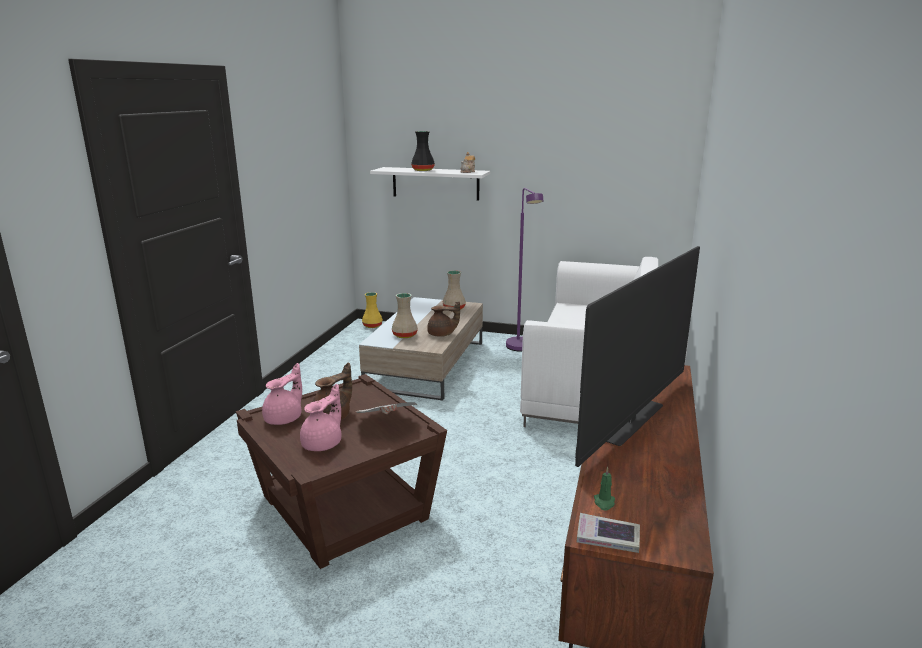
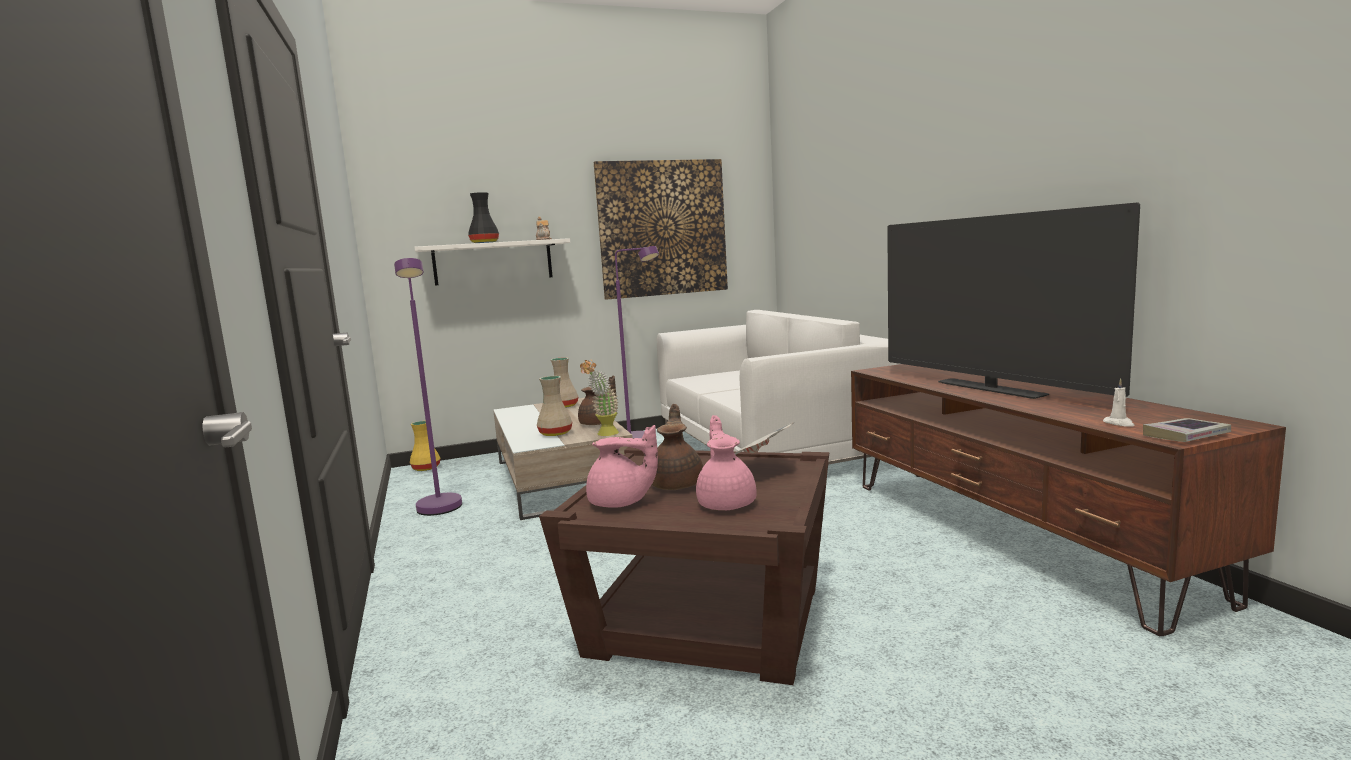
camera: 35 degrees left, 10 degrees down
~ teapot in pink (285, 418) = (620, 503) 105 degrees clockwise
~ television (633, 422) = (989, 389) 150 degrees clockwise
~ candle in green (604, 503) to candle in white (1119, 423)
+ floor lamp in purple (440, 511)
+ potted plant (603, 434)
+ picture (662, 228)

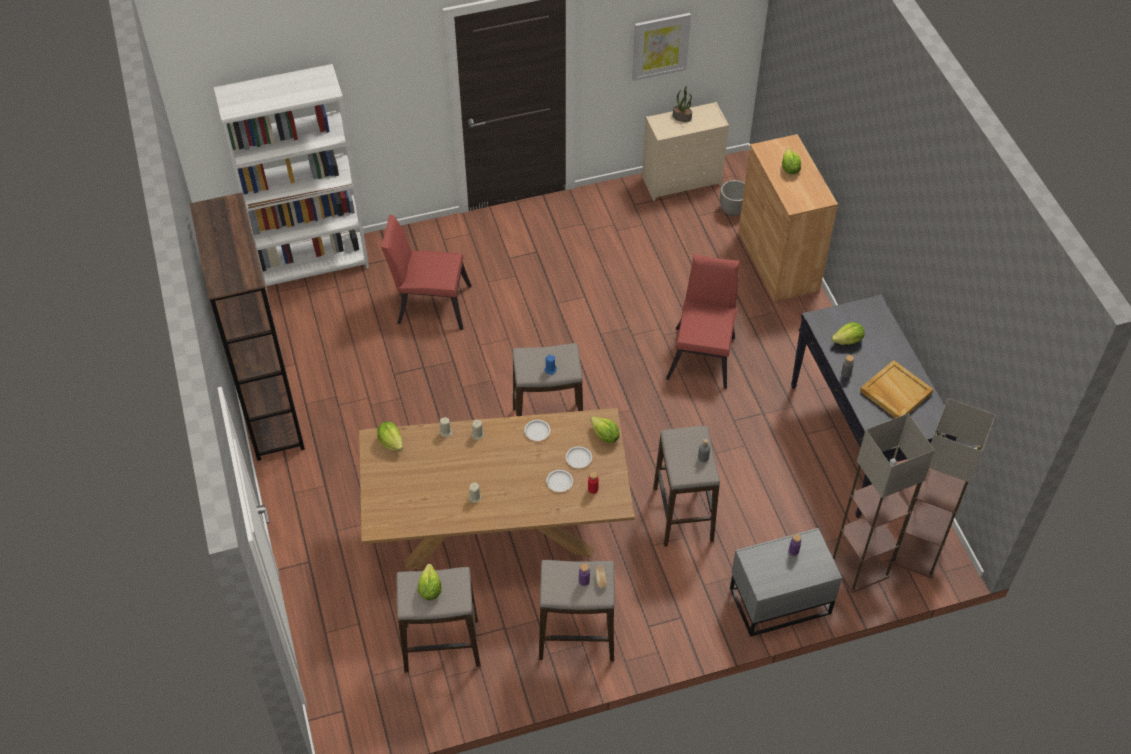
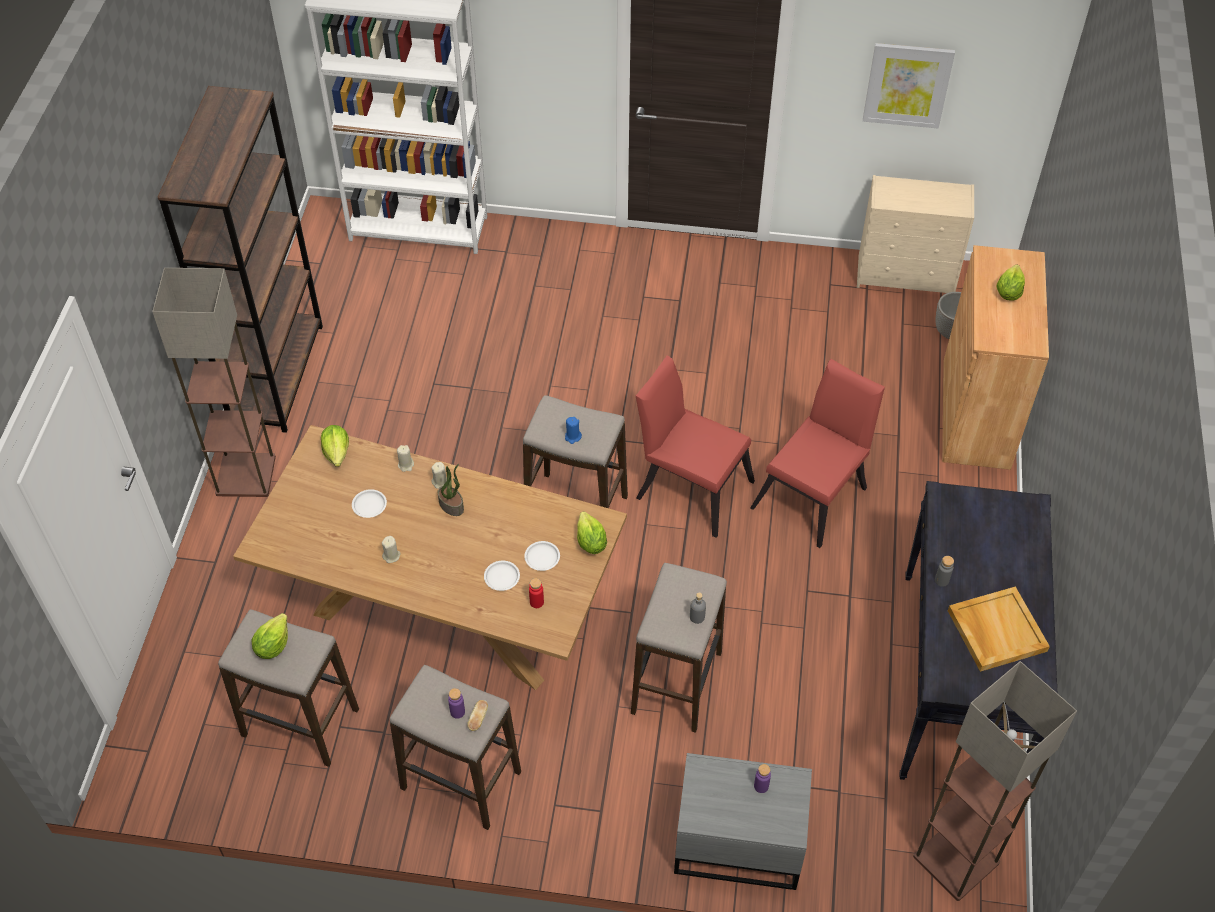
camera: 25 degrees right, 0 degrees up
~ chair in red (429, 303) to (689, 485)
~ plate in white (537, 431) to (369, 505)
~ potted plant (682, 117) to (452, 505)
- lettuce (848, 341)
~ floor lamp (859, 567) to (247, 474)

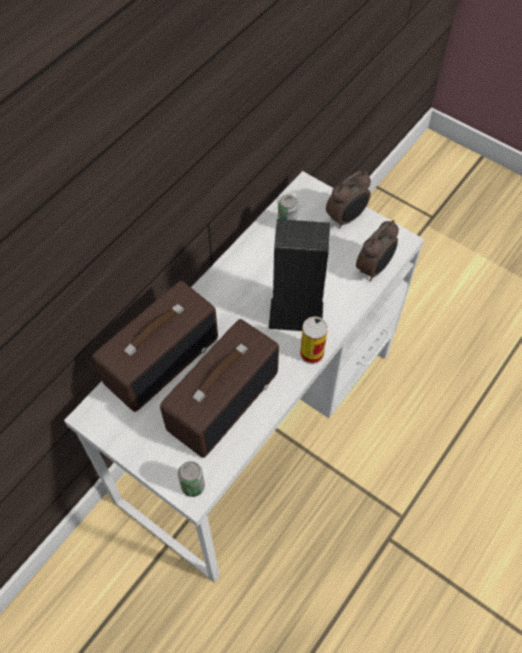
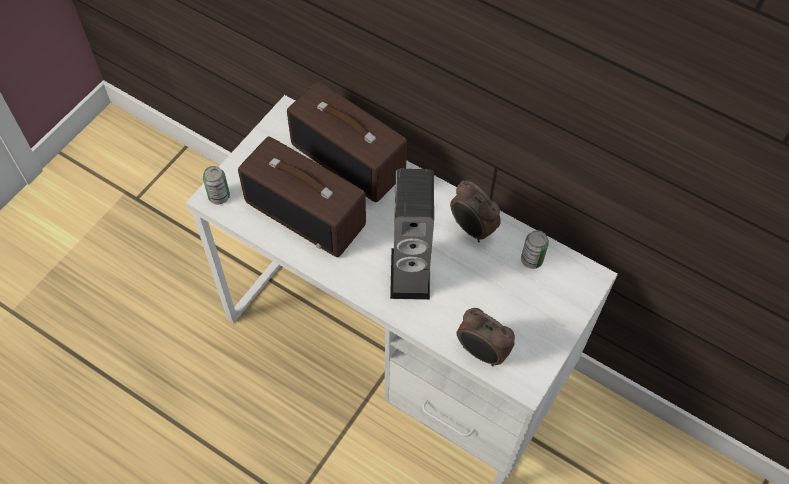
camera: 85 degrees right, 0 degrees up
- can (312, 353)
~ alarm clock (346, 218) to (472, 229)

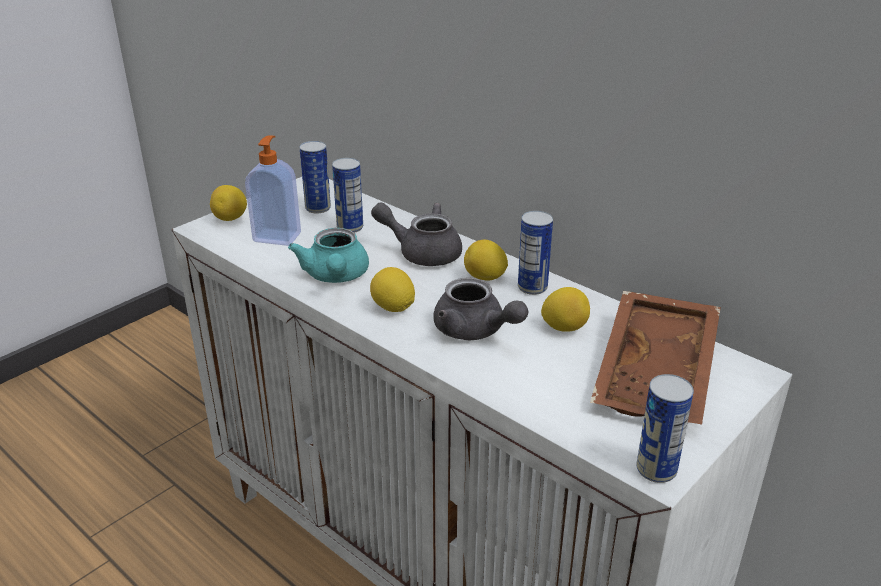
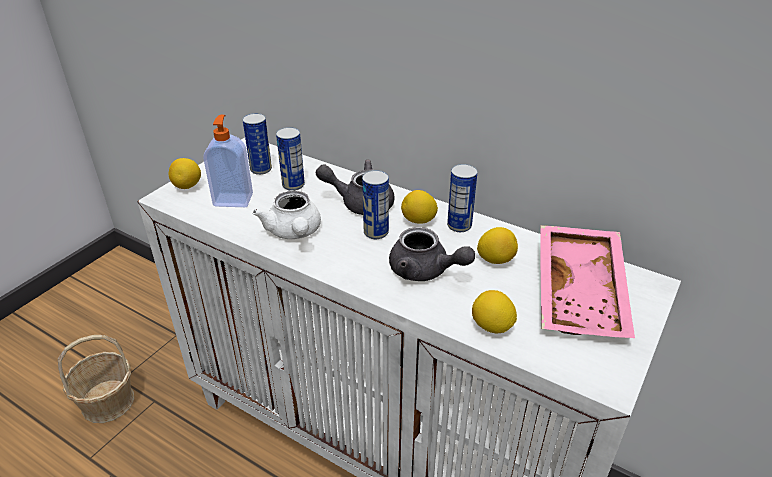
camera: 10 degrees left, 5 degrees up
~ teapot in turquoise (335, 277) to teapot in white (294, 232)
~ lemon (393, 308) to (491, 327)
~ tray in brown (659, 374) to tray in pink (582, 293)
~ can (656, 469) to (376, 232)
+ basket (107, 402)

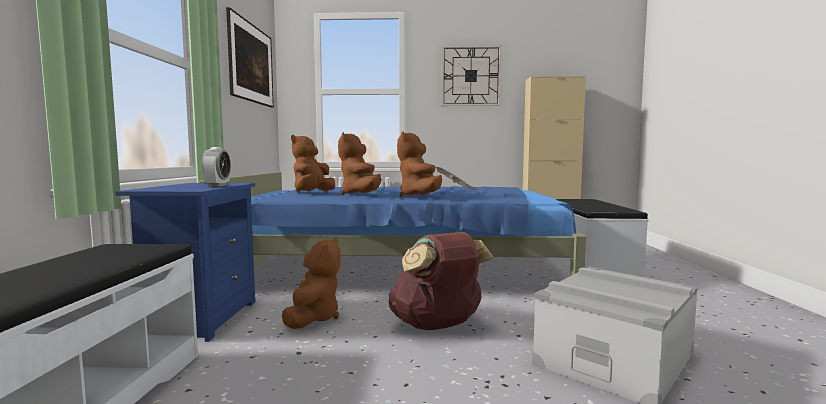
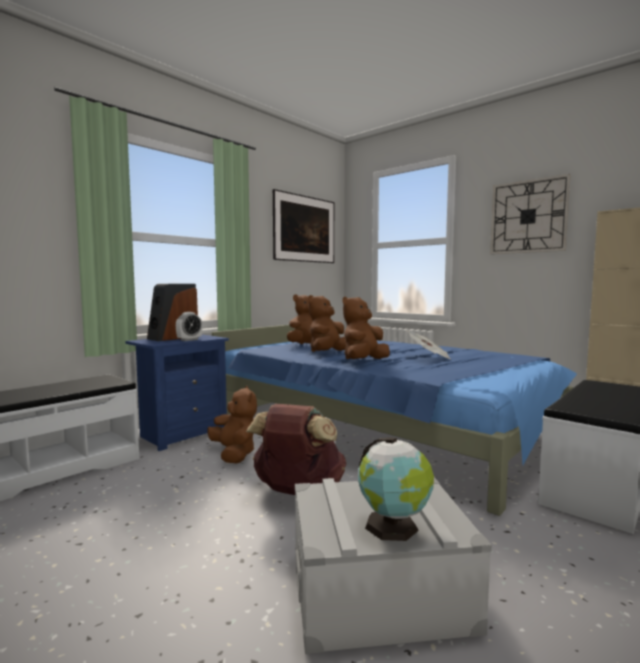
camera: 40 degrees right, 0 degrees up
~ plush toy in brown (313, 318) = (234, 454) 75 degrees counterclockwise
+ speaker (173, 338)
+ globe (394, 527)

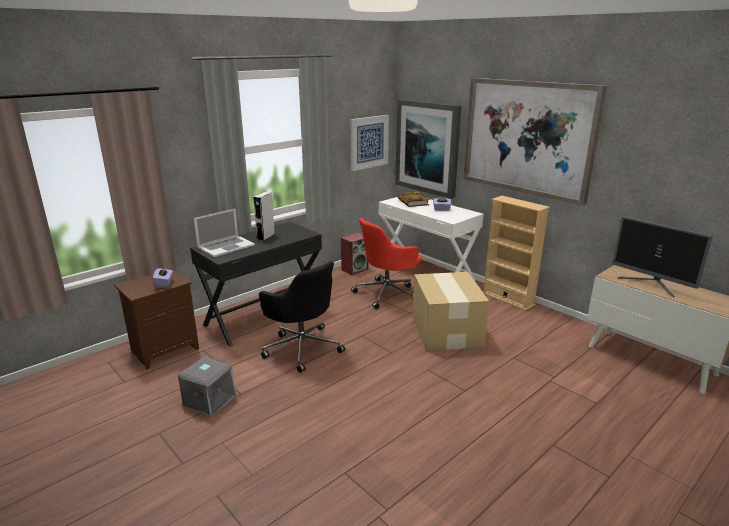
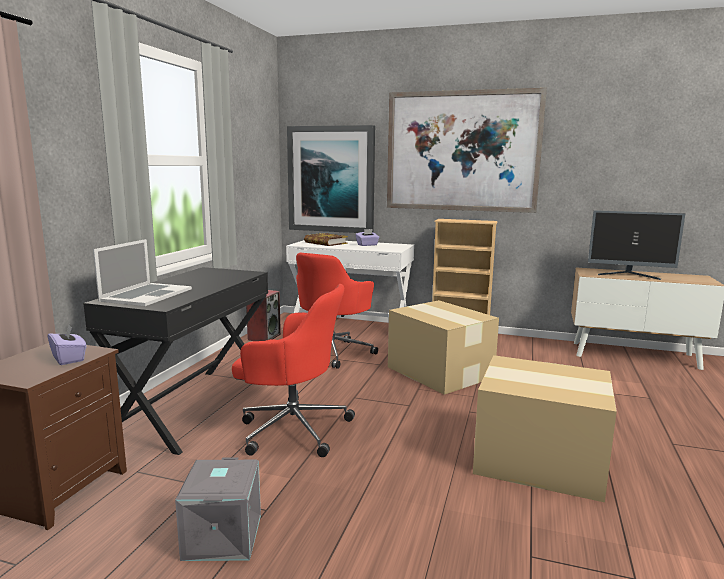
camera: 30 degrees left, 10 degrees down
- speaker in grey (265, 236)
~ office chair in black (302, 347) to office chair in red (292, 428)
- picture (369, 142)
+ cardboard box (537, 459)

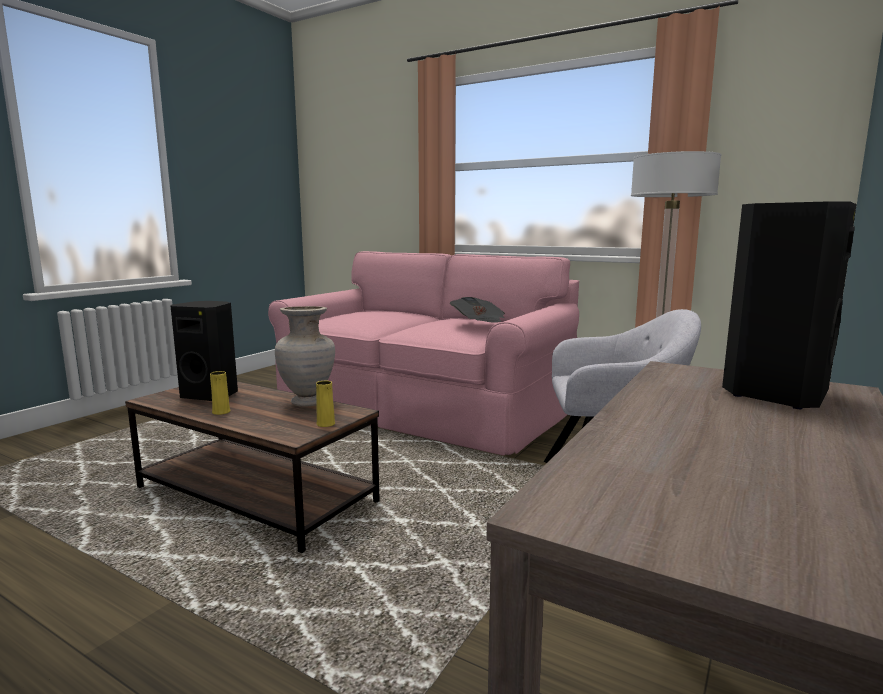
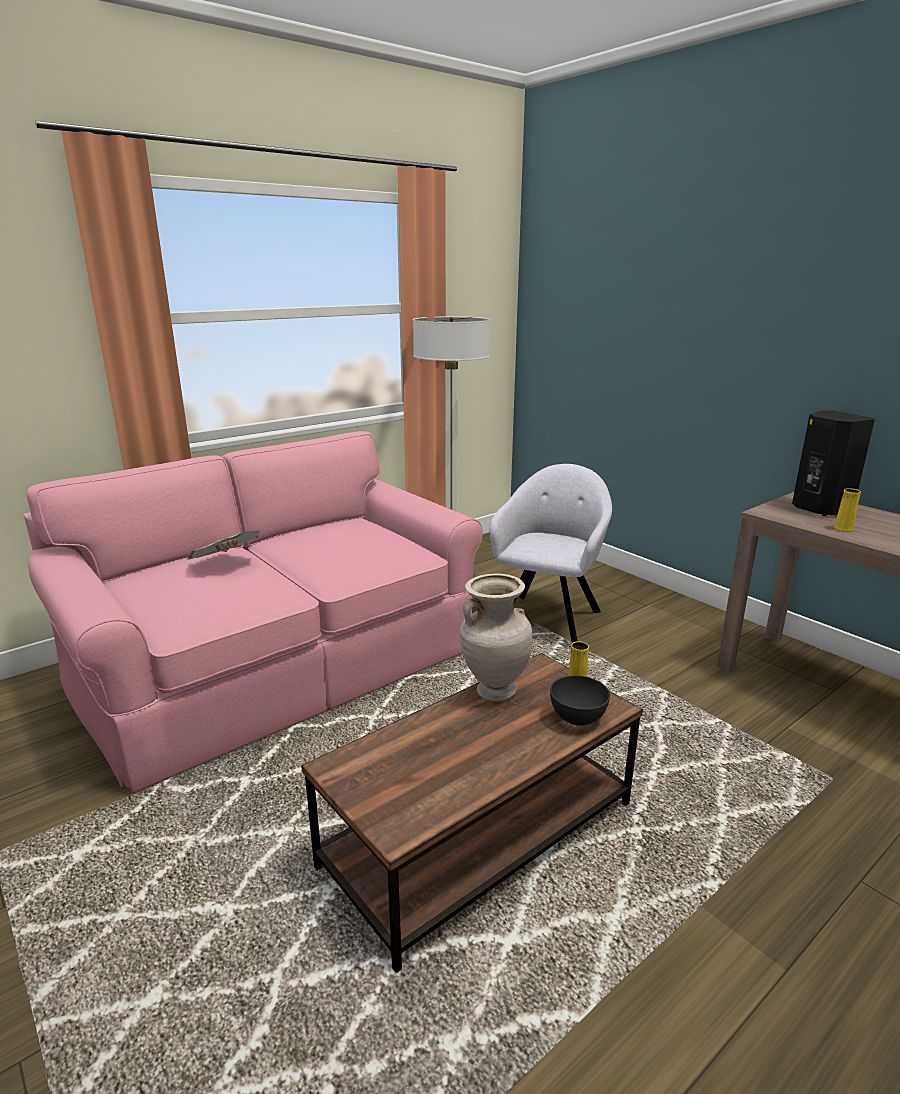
camera: 70 degrees left, 10 degrees up
- speaker in black (211, 395)
~ vase in yellow (221, 412) to (843, 529)
~ newspaper (479, 326) to (225, 564)
+ bowl in grey (578, 718)

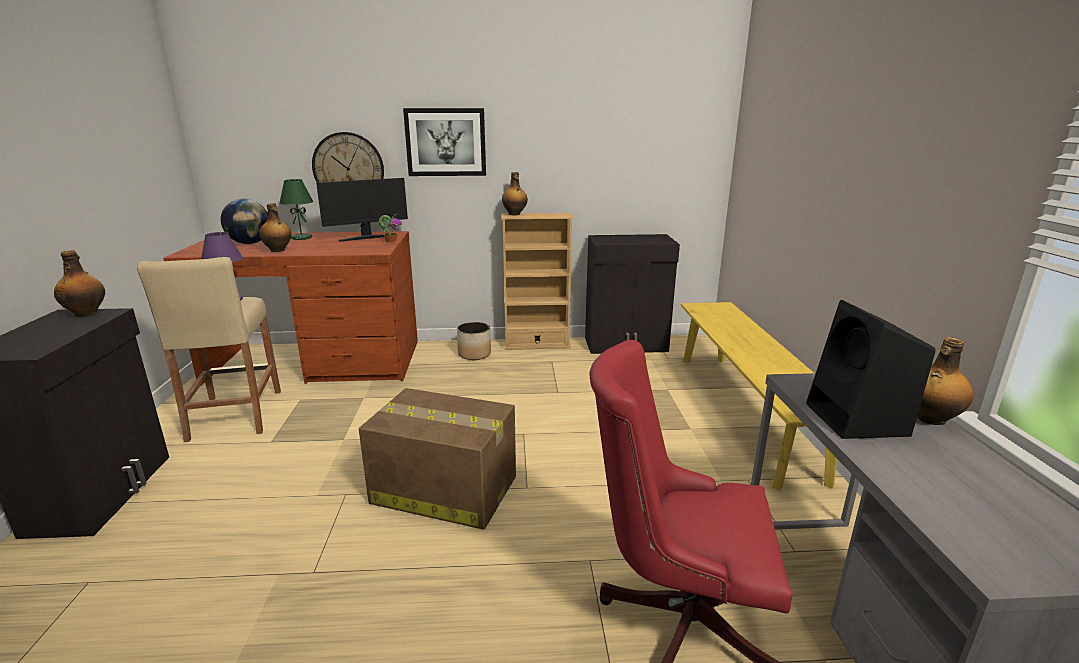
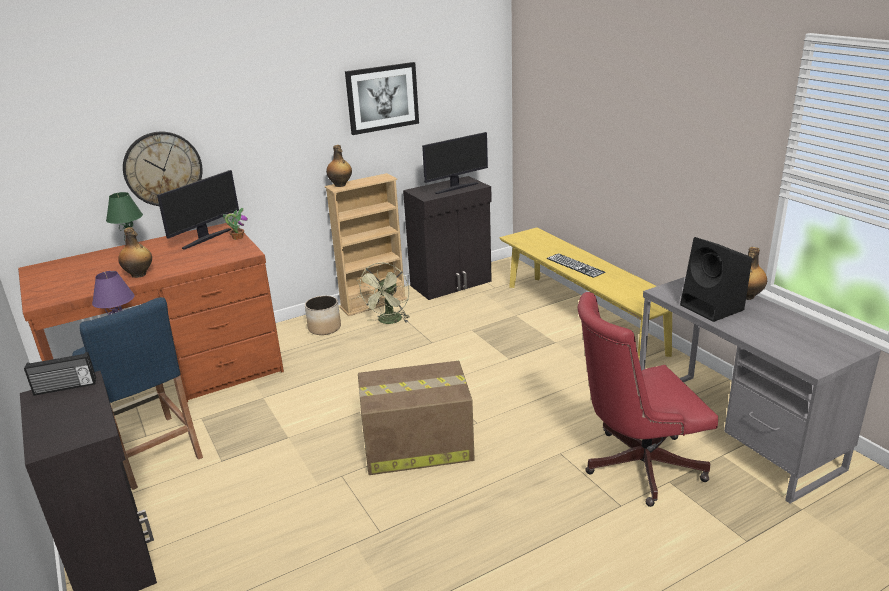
camera: 25 degrees left, 5 degrees up
~ bottle (87, 313) to radio (65, 387)
~ stool in beige (235, 415) to stool in blue (151, 451)
- globe (250, 243)
~ picture (446, 142) to (382, 98)
+ fan in green (388, 321)
+ monitor (456, 188)
+ keyboard (575, 265)

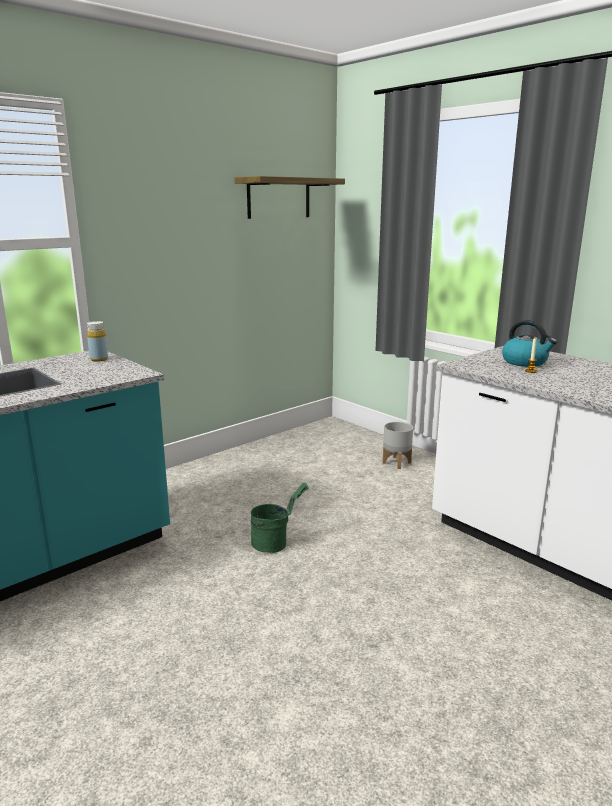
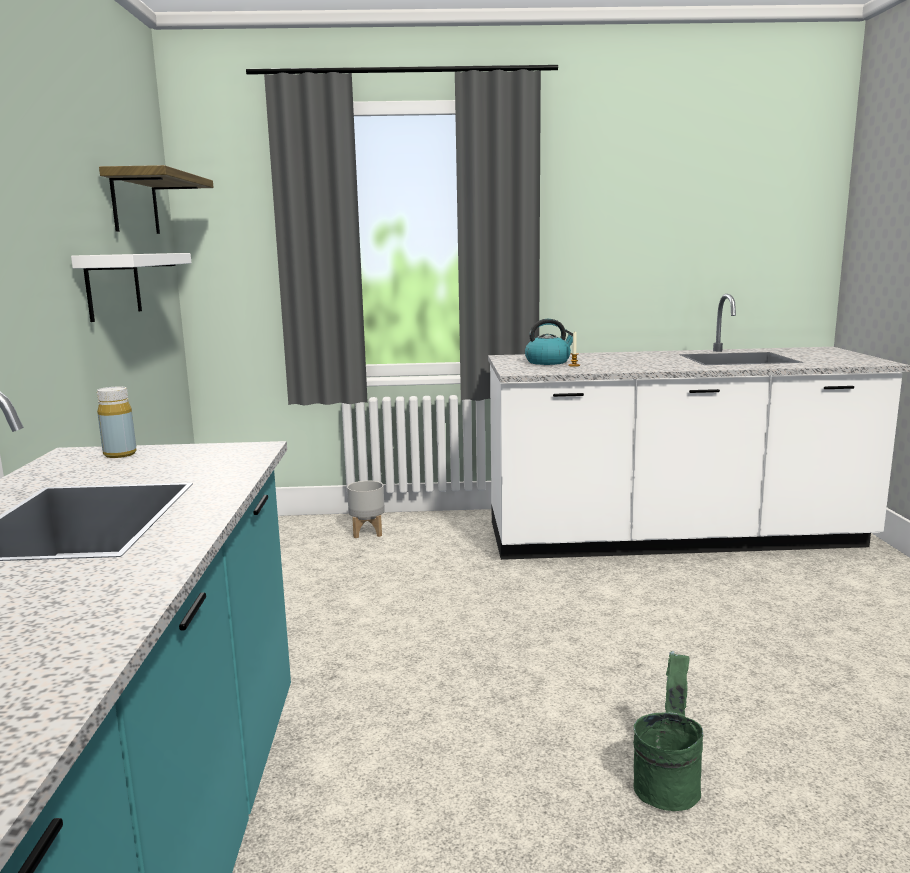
camera: 50 degrees left, 5 degrees down
~ bucket in green (276, 542) to (667, 782)
+ shelf in white (113, 285)

